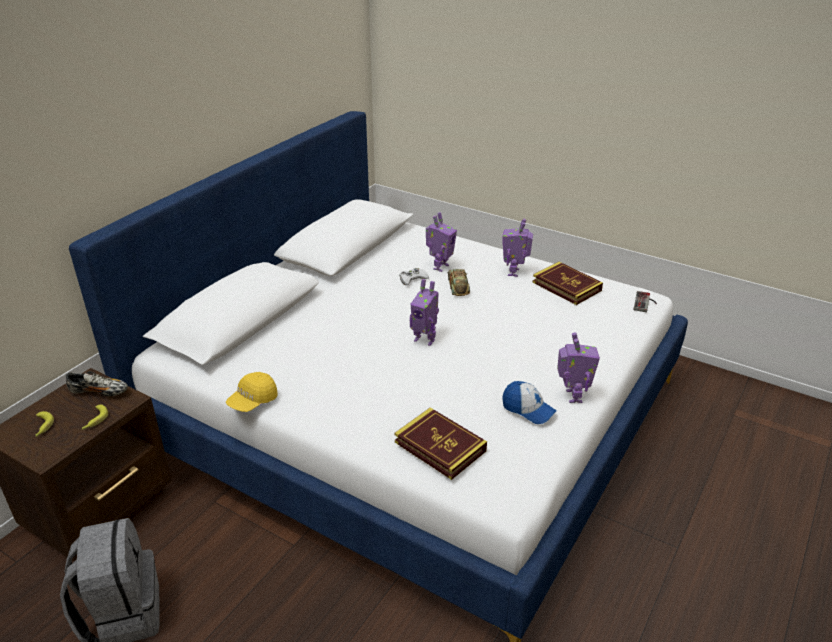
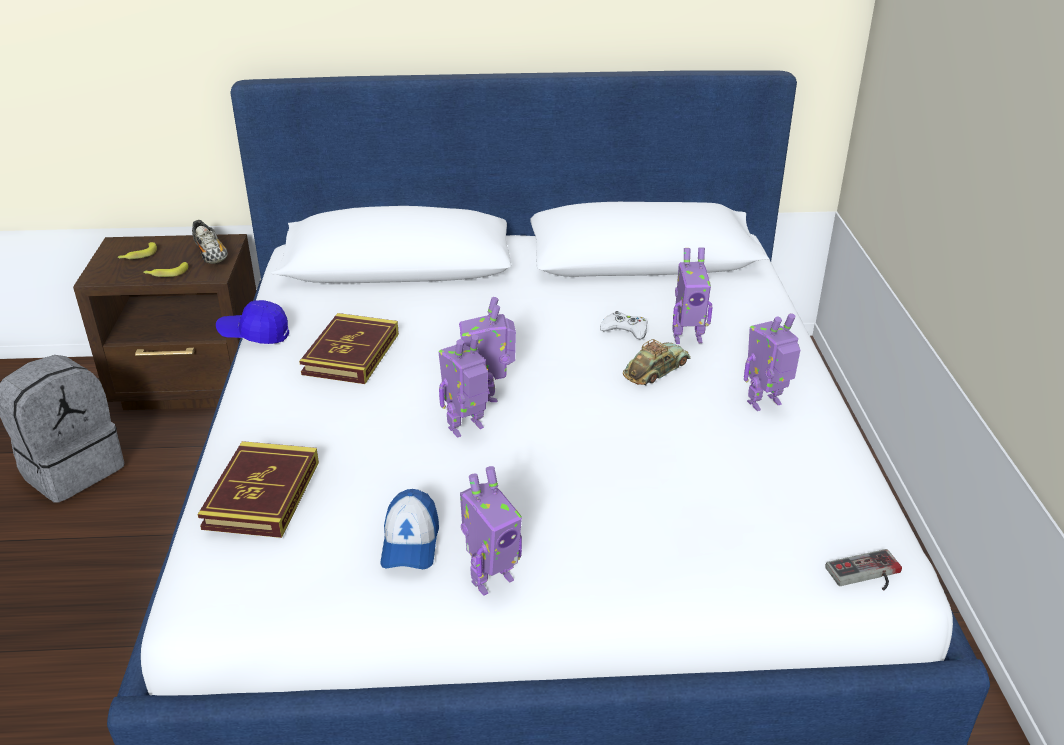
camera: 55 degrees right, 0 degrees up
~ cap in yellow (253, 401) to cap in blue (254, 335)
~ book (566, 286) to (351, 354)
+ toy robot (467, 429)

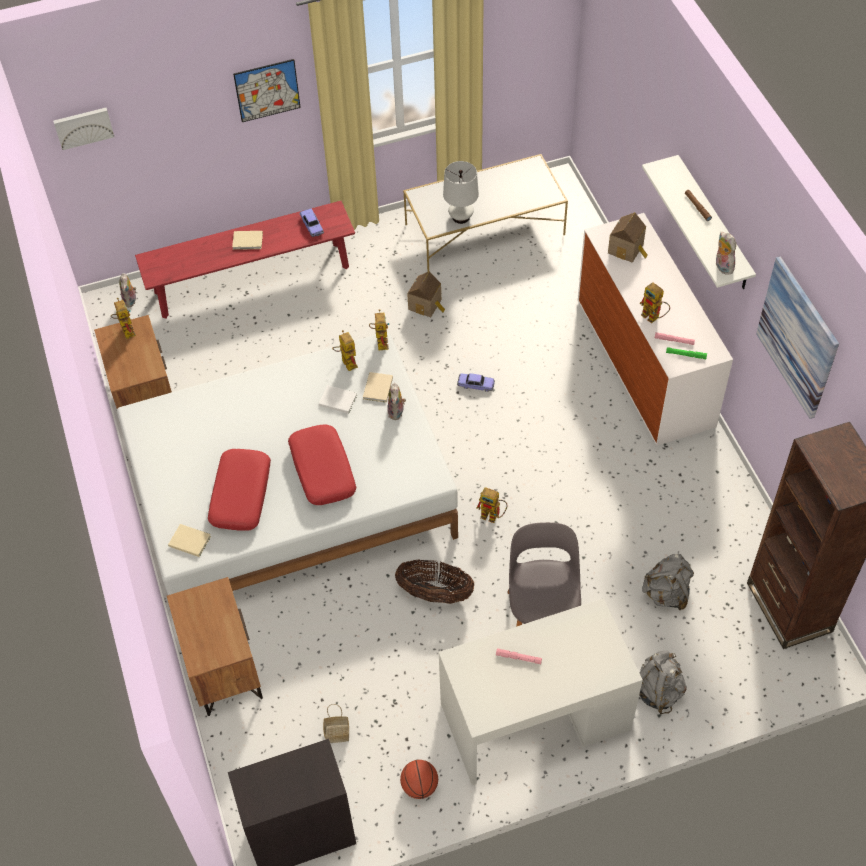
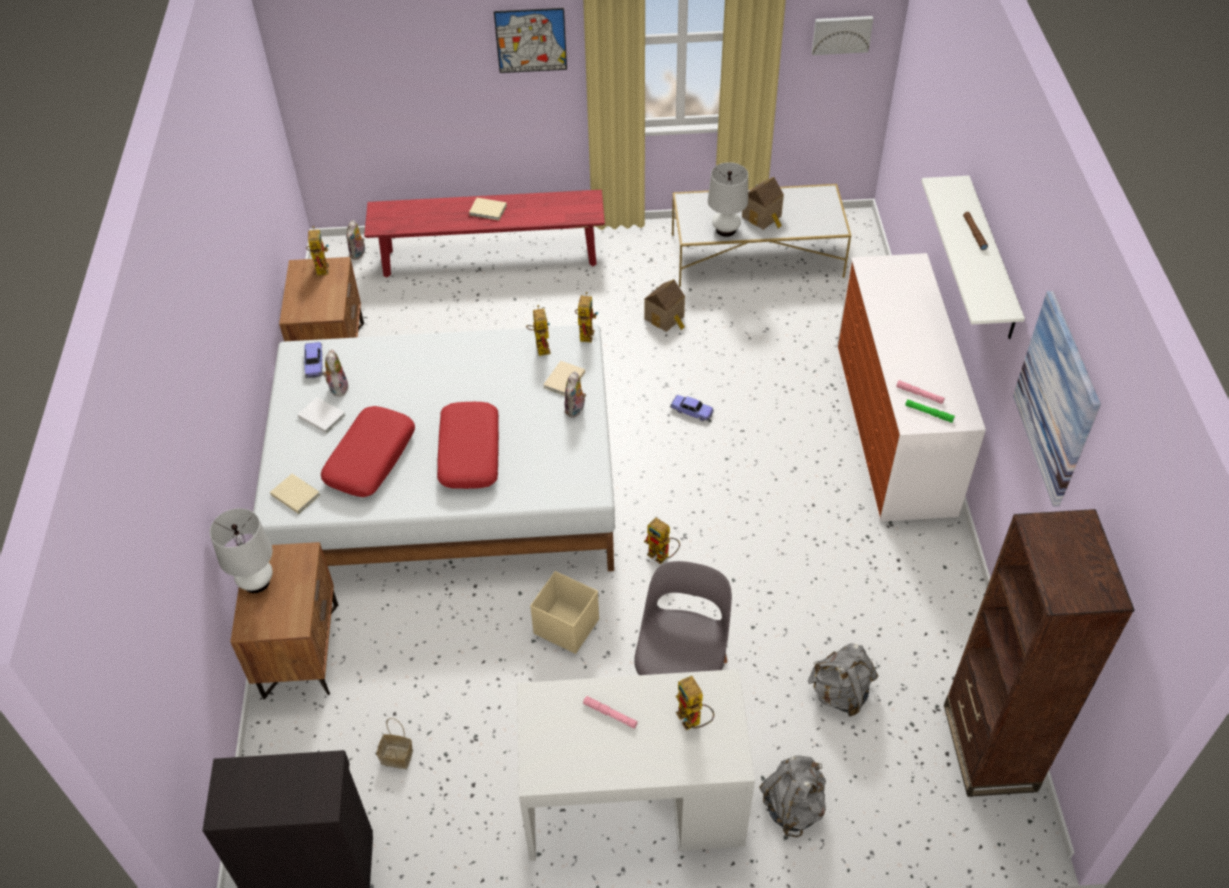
camera: 15 degrees right, 5 degrees down
~ picture (83, 127) to (841, 34)
~ toy car (312, 225) to (314, 364)
~ book in white (337, 399) to (321, 415)
~ basket (435, 593) to storage box in beige (566, 626)
- basketball (420, 786)
~ toy house (627, 249) to (763, 217)
~ toy robot (653, 317) to (693, 721)
~ plush toy (722, 266) to (337, 387)
+ table lamp in white (256, 582)

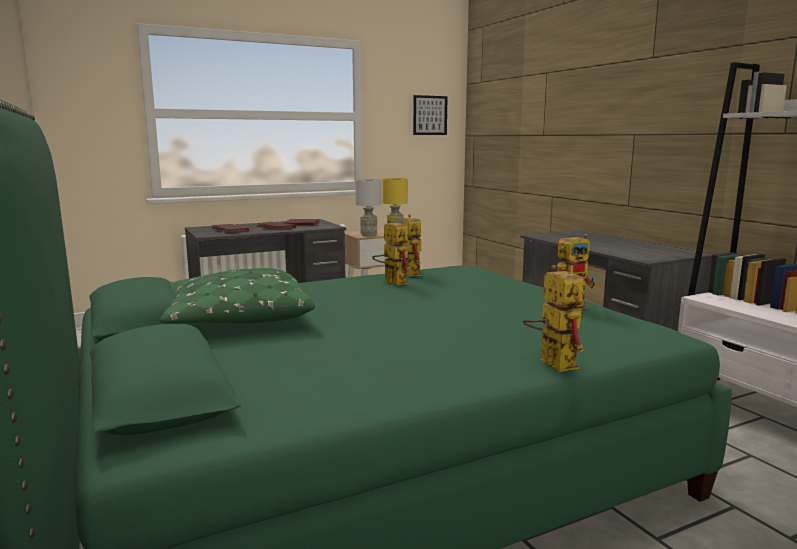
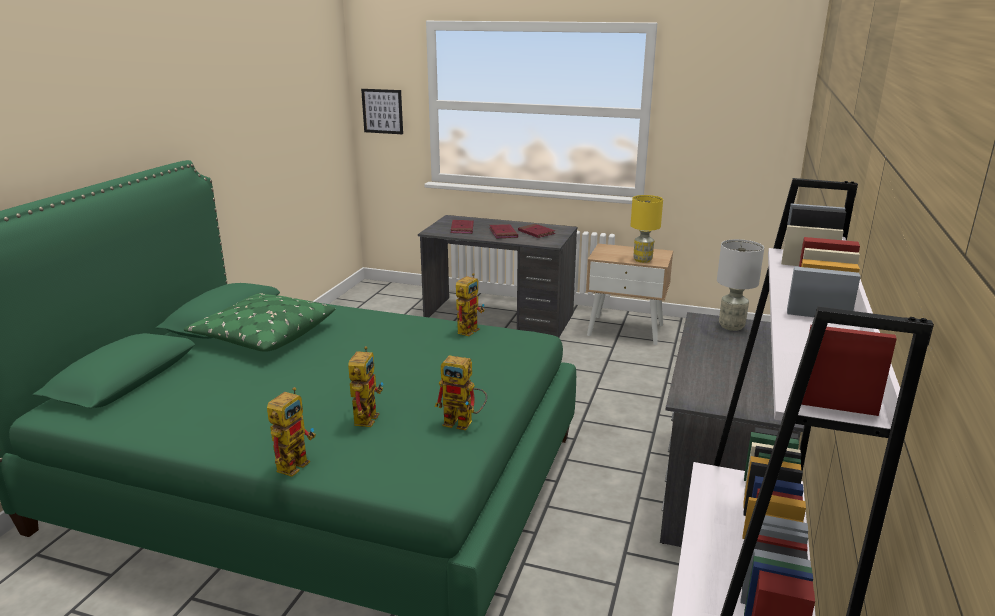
camera: 45 degrees right, 10 degrees up
~ table lamp in grey (368, 235) to (731, 326)
~ toy robot (391, 282) to (366, 416)
~ picture (430, 115) to (382, 111)

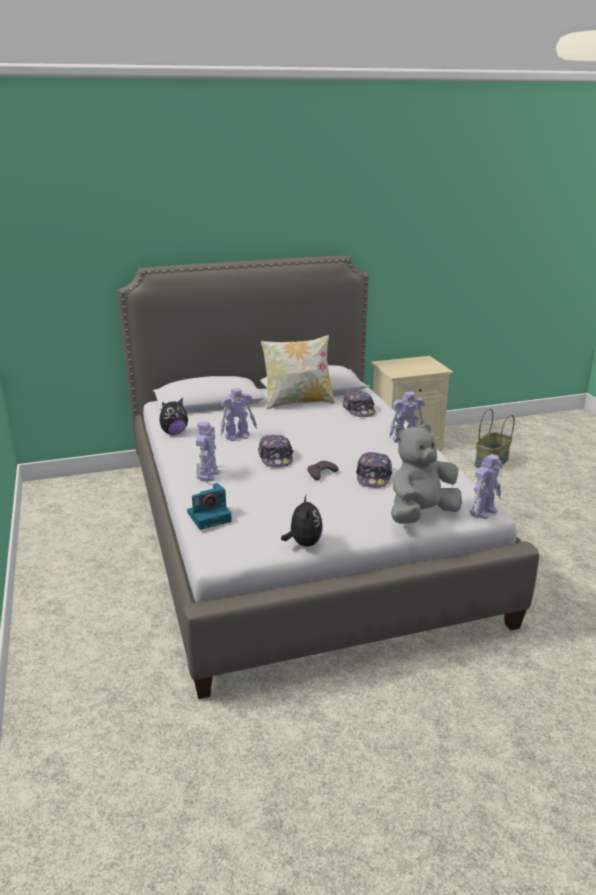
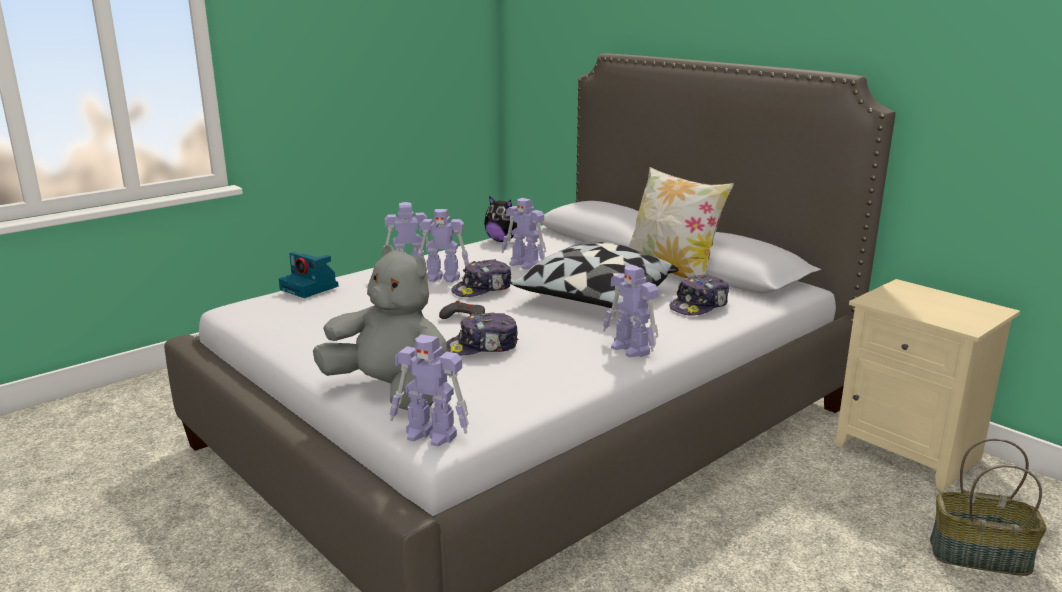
camera: 65 degrees right, 5 degrees down
- plush toy (303, 543)
+ toy robot (443, 278)
+ pillow (595, 299)

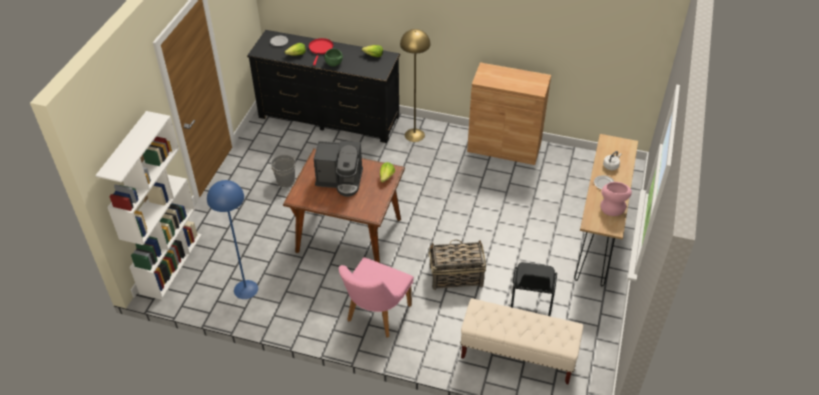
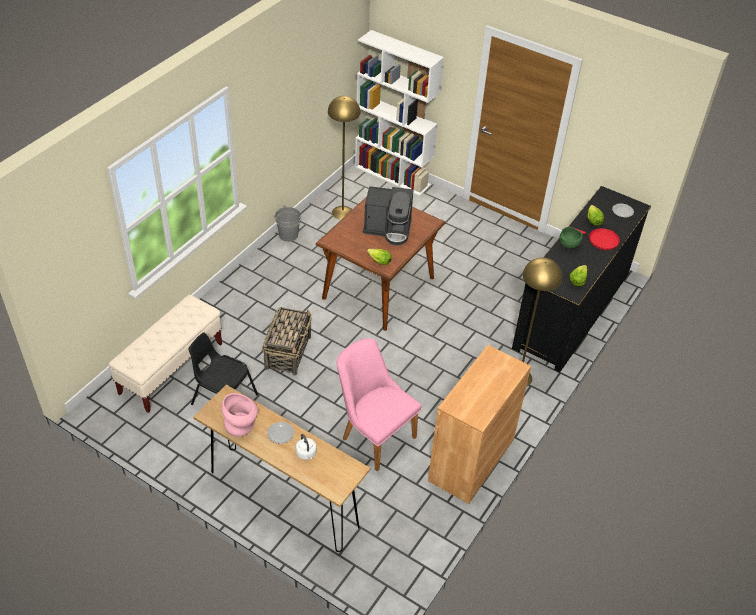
camera: 105 degrees right, 0 degrees up
~ floor lamp in blue (246, 289) to floor lamp in yellow (342, 212)
~ bucket in grey (285, 181) to (288, 235)
~ coffee machine (340, 180) = (388, 229) 105 degrees counterclockwise
~ chair in pink (375, 316) to (373, 434)

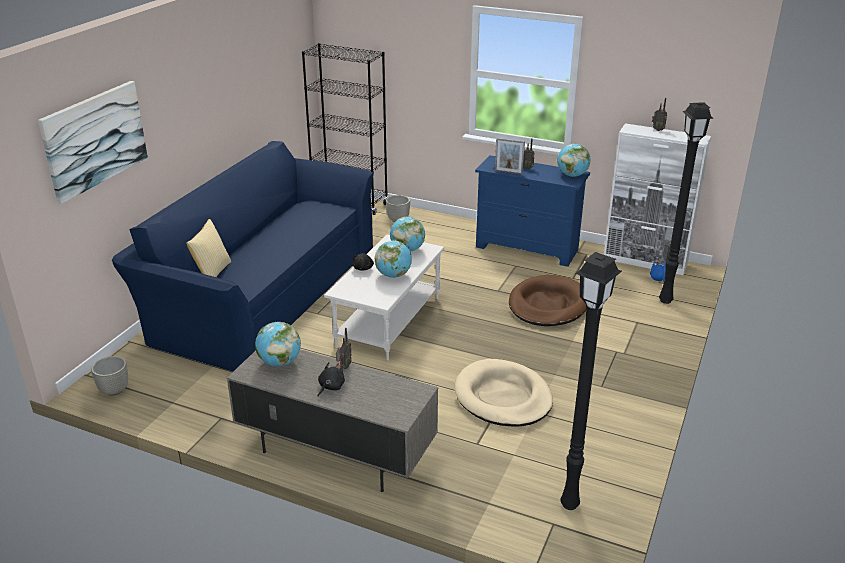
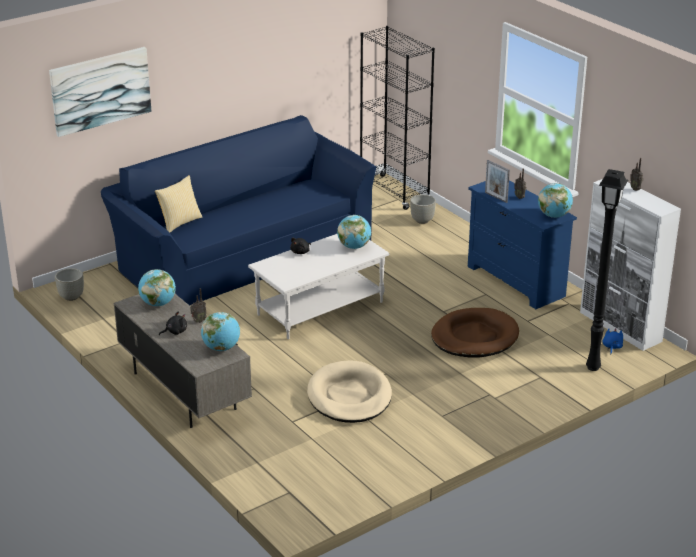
camera: 30 degrees right, 0 degrees up
~ globe (393, 275) to (221, 348)
- floor lamp in black (569, 503)

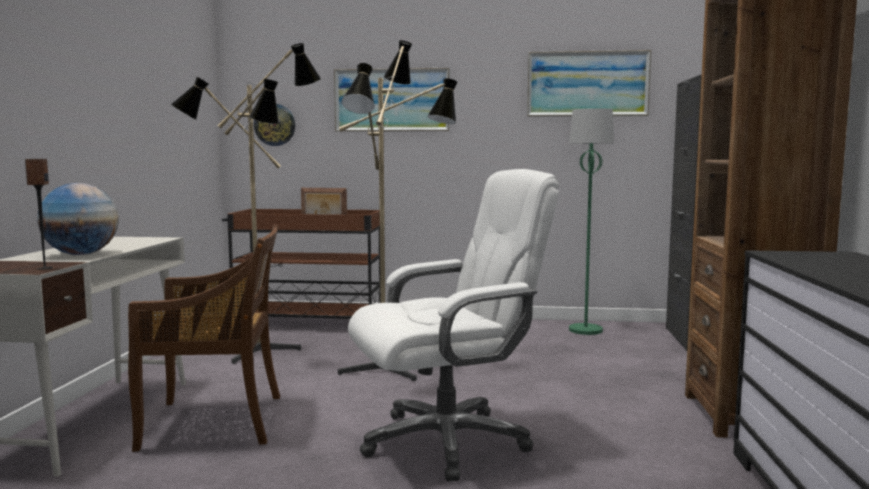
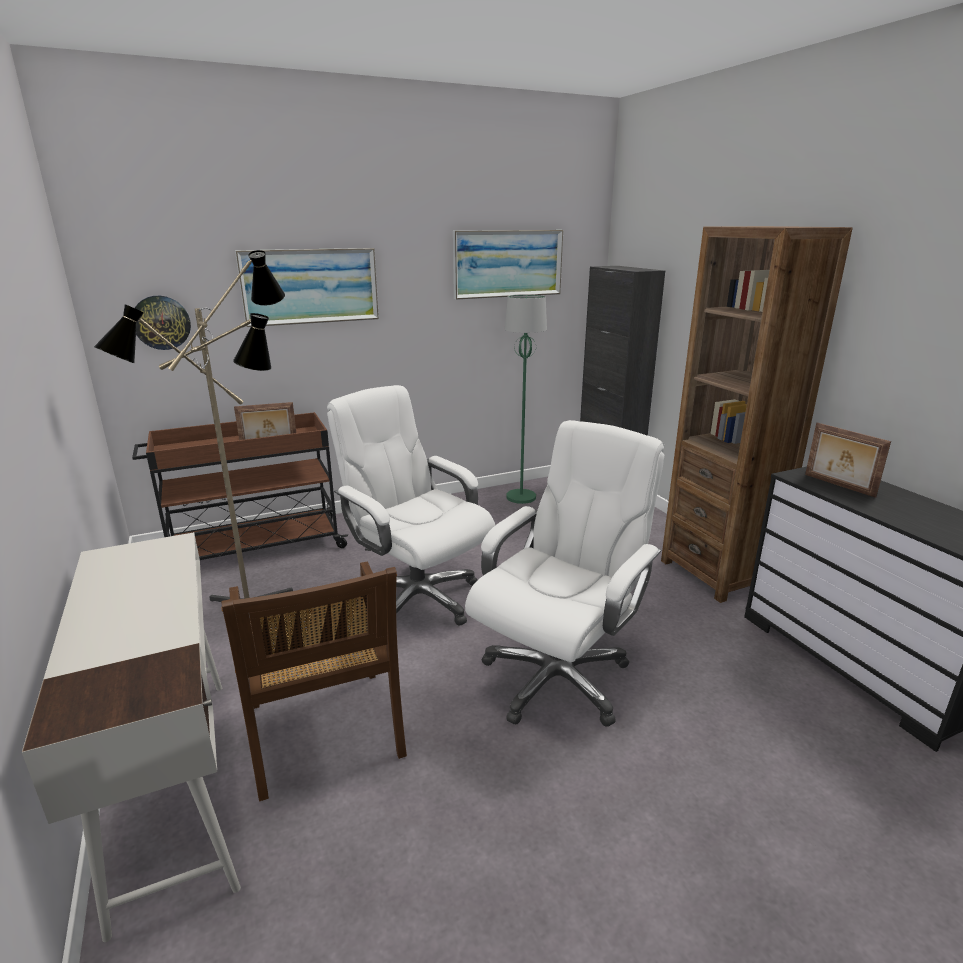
camera: 30 degrees left, 15 degrees up
- speaker (44, 268)
- globe (81, 254)
~ chair in brown (217, 422) = (325, 732) 105 degrees clockwise
~ floor lamp (393, 370) to office chair in white (417, 598)
+ picture frame (838, 485)

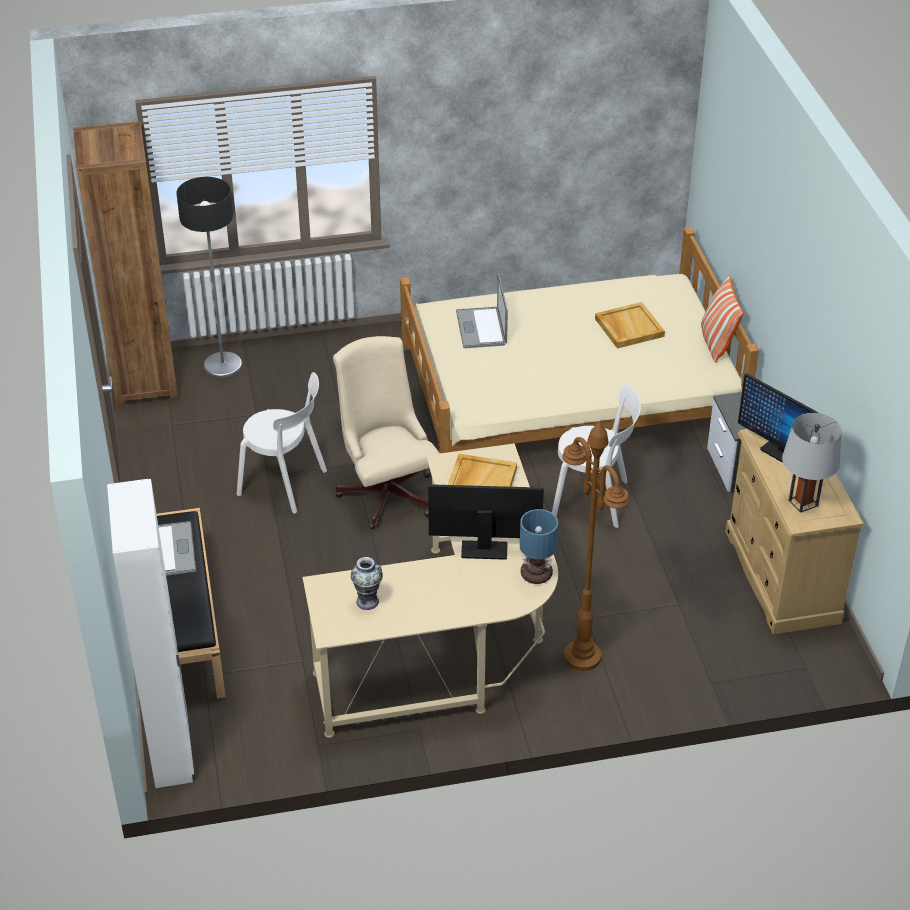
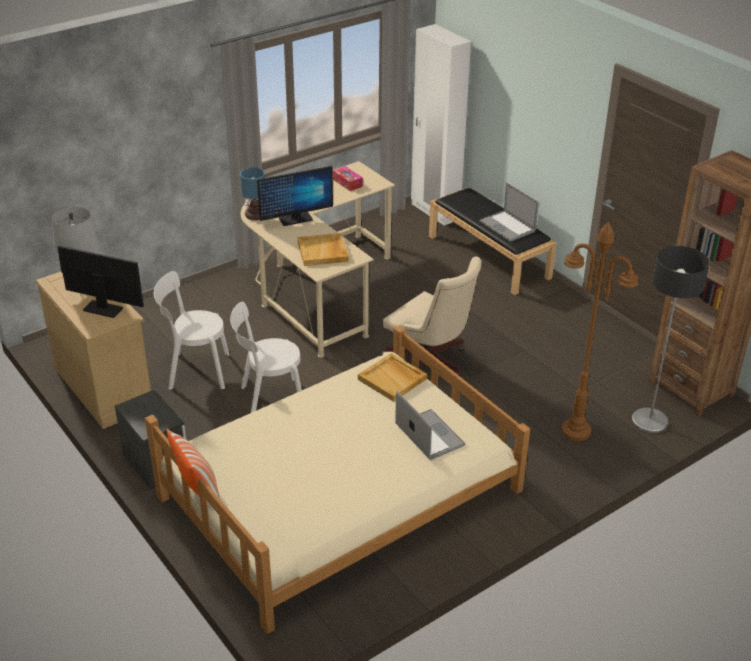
camera: 155 degrees right, 5 degrees down
~ chair in white (286, 483) to (195, 371)
~ vase (367, 601) to tissue box (347, 183)
~ floor lamp in brown (582, 656) to (576, 431)
~ tray in beige (628, 327) to (393, 379)

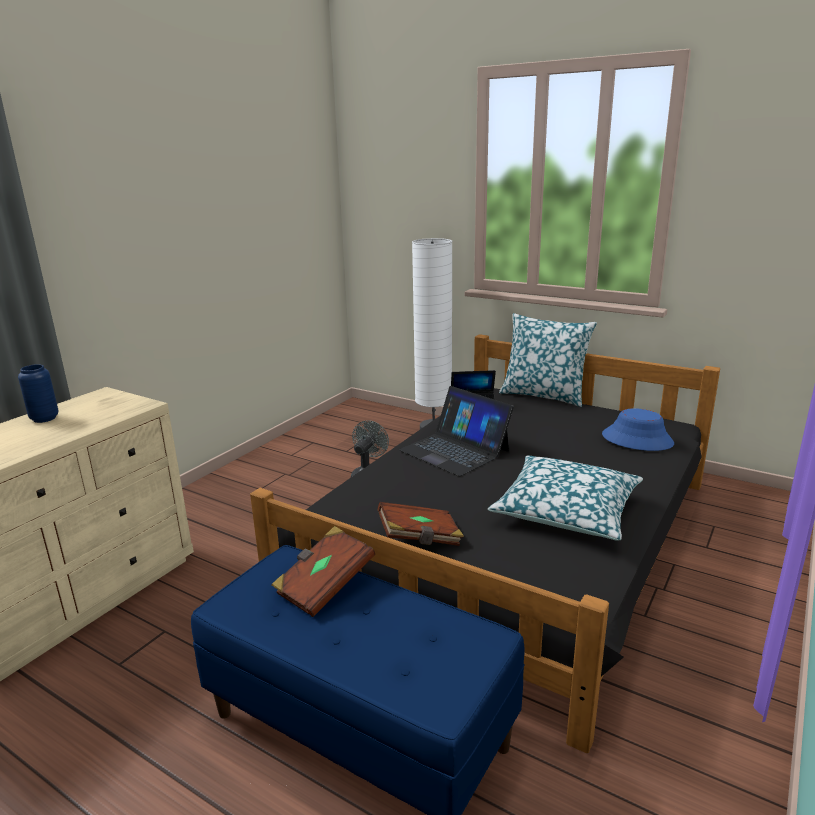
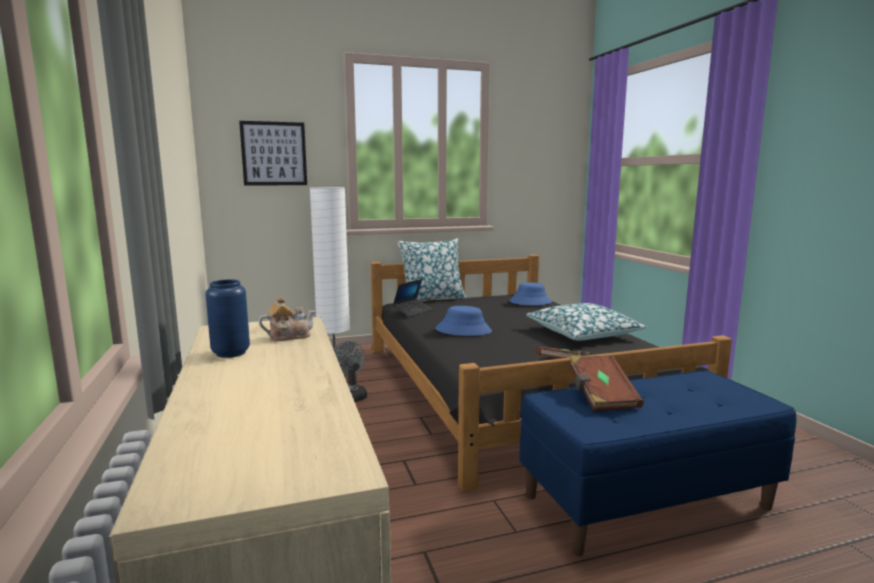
camera: 50 degrees left, 10 degrees down
~ laptop (455, 450) to hat in blue (463, 330)
+ picture (274, 153)
+ teapot (289, 336)

